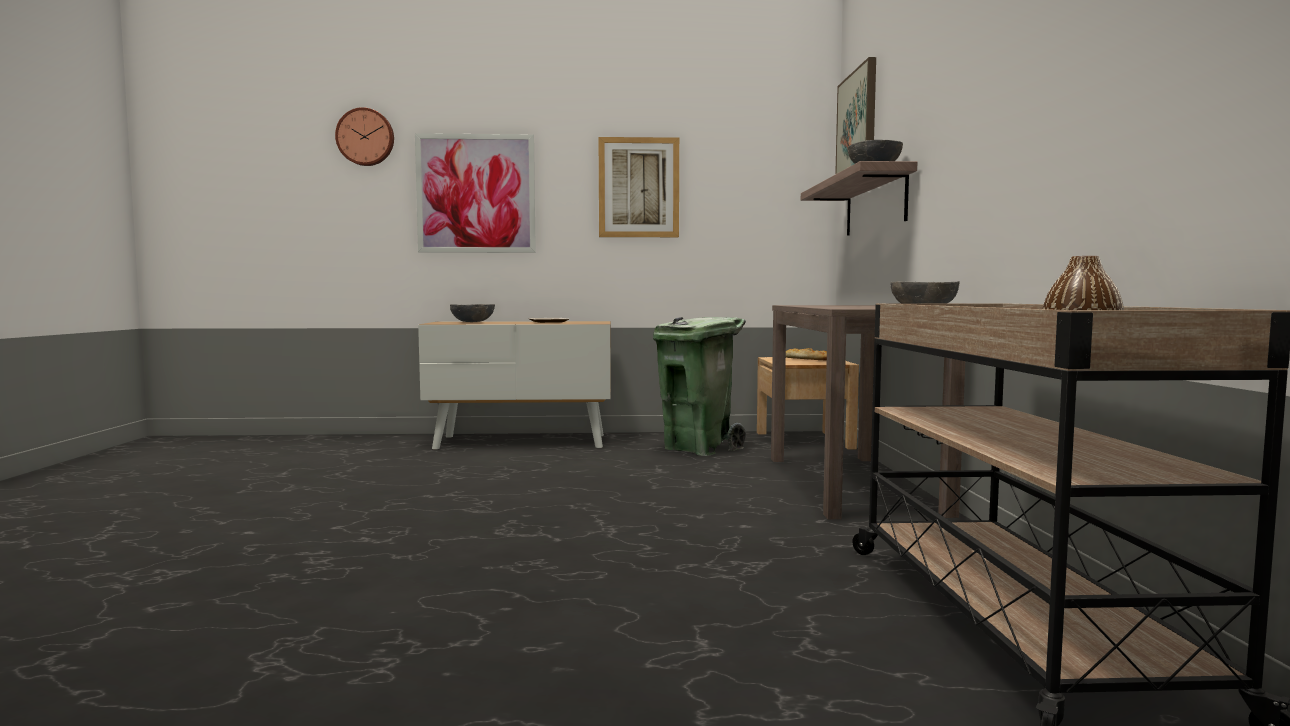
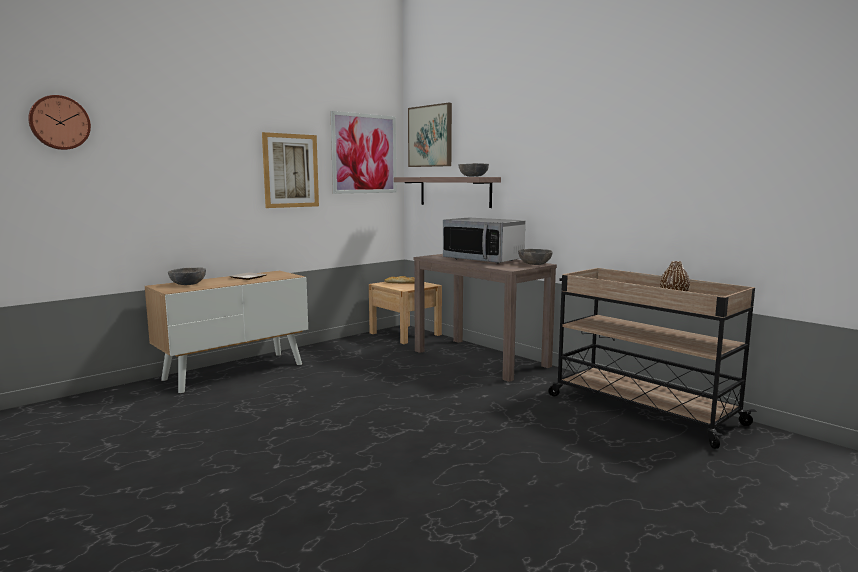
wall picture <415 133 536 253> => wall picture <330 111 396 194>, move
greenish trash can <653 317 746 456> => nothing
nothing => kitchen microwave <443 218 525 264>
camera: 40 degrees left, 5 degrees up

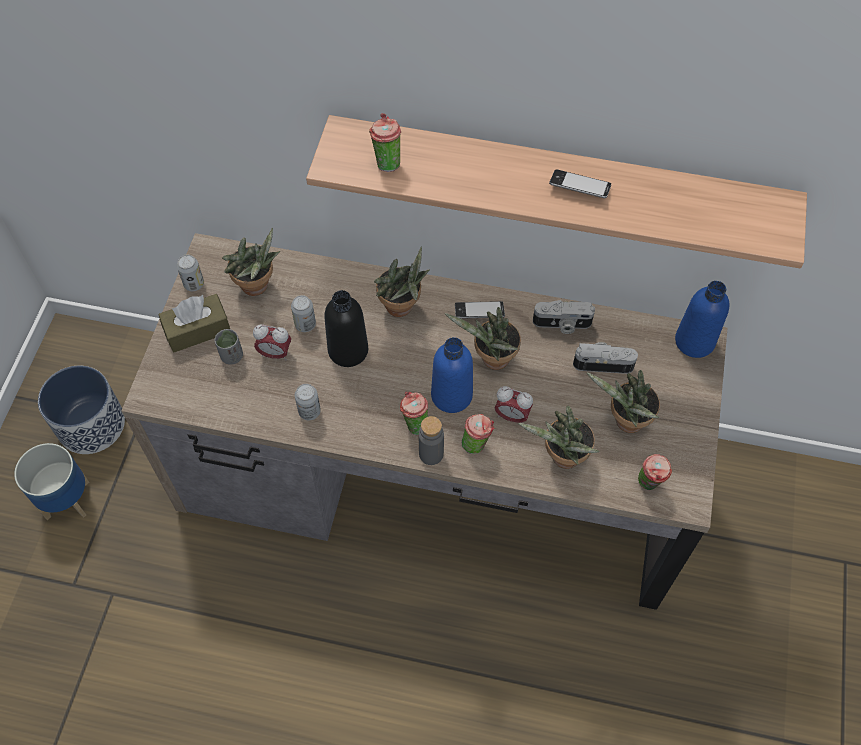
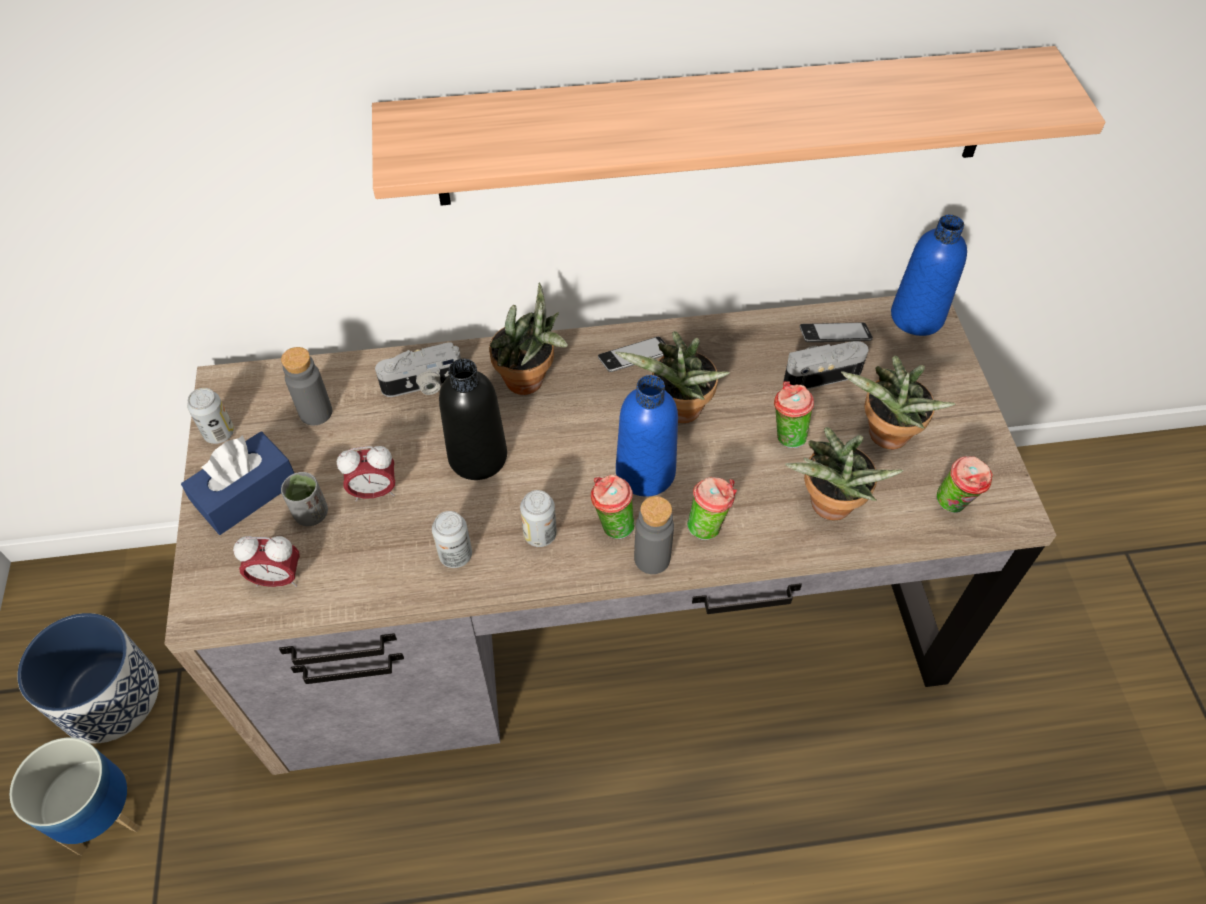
drinking cup <369 113 401 172> => drinking cup <774 381 814 448>, move
handset <549 169 611 198> => handset <800 322 873 342>, move
plant in a pot <222 228 280 296> => grey drink bottle <281 347 332 425>
brown-coloured tissue box <158 294 230 353> => blue-coloured tissue box <181 431 294 535>
metal can <291 295 316 332> => metal can <520 490 557 547>, move
still camera <533 300 595 334> => still camera <375 343 461 397>, move
table clock <494 386 533 423> => table clock <233 536 300 587>, move
camera: 20 degrees left, 5 degrees down

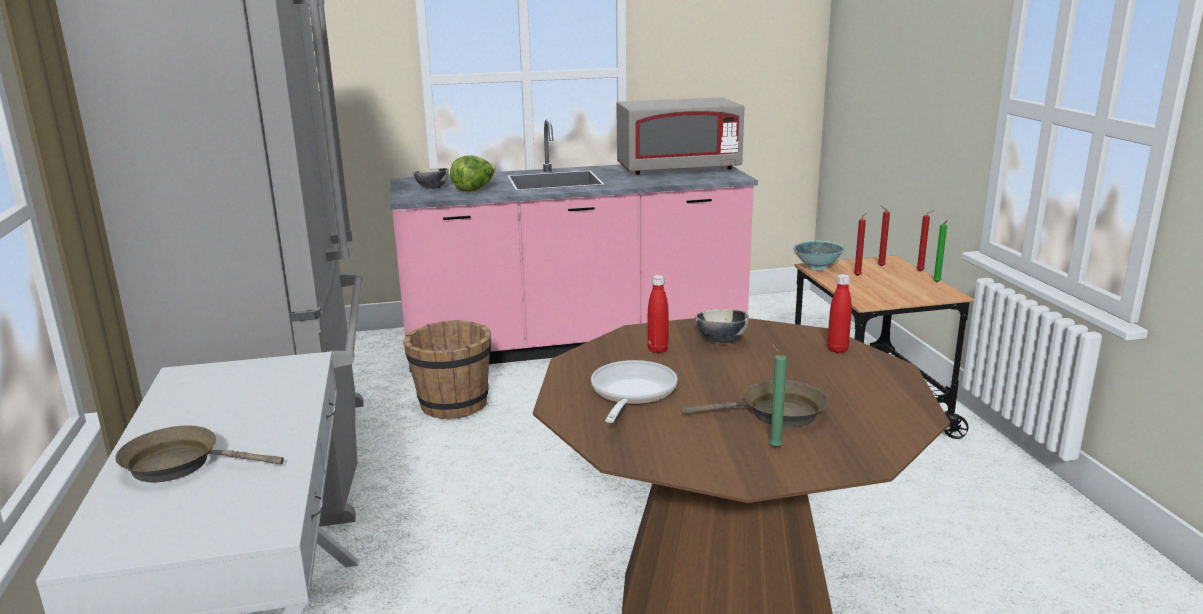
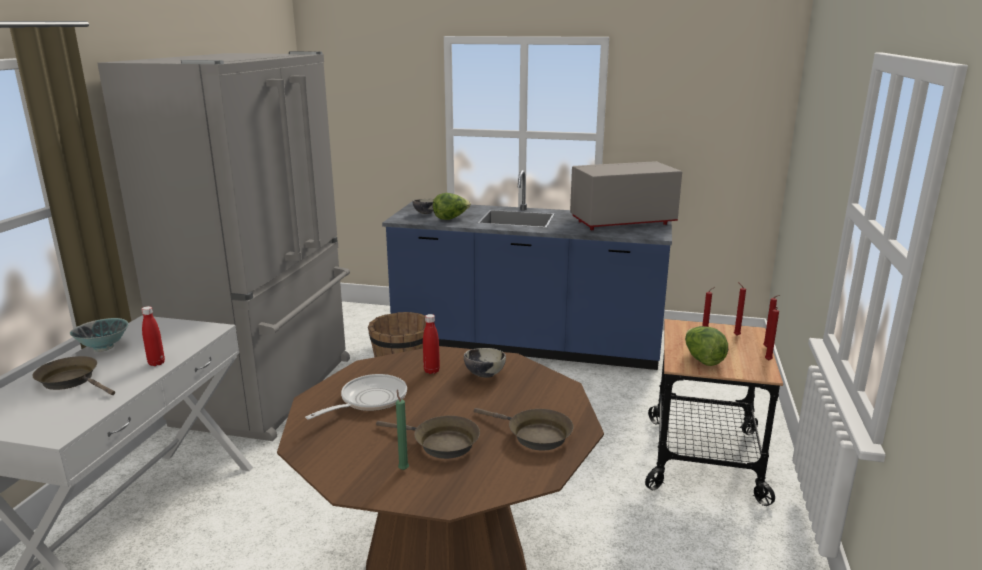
grey kitchen microwave <616 98 745 175> => grey kitchen microwave <570 161 682 230>, 150 degrees clockwise
pink-coloured kitchen base unit <390 119 758 372> => blue-coloured kitchen base unit <382 170 672 370>
greenish wax light <933 220 947 282> => red wax light <765 307 779 361>
bowl <793 241 845 271> => bowl <70 318 129 352>, move
red drink bottle <827 274 852 353> => red drink bottle <141 306 165 366>, move
nothing => head of lettuce <685 326 728 366>
nothing => brown-coloured frying pan <474 408 573 451>
camera: 25 degrees right, 0 degrees up

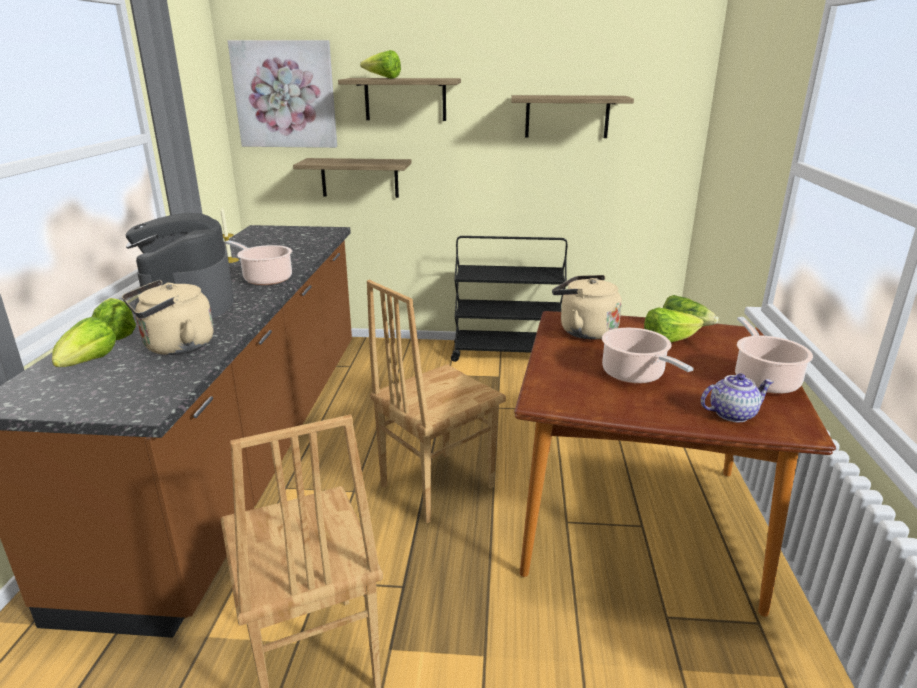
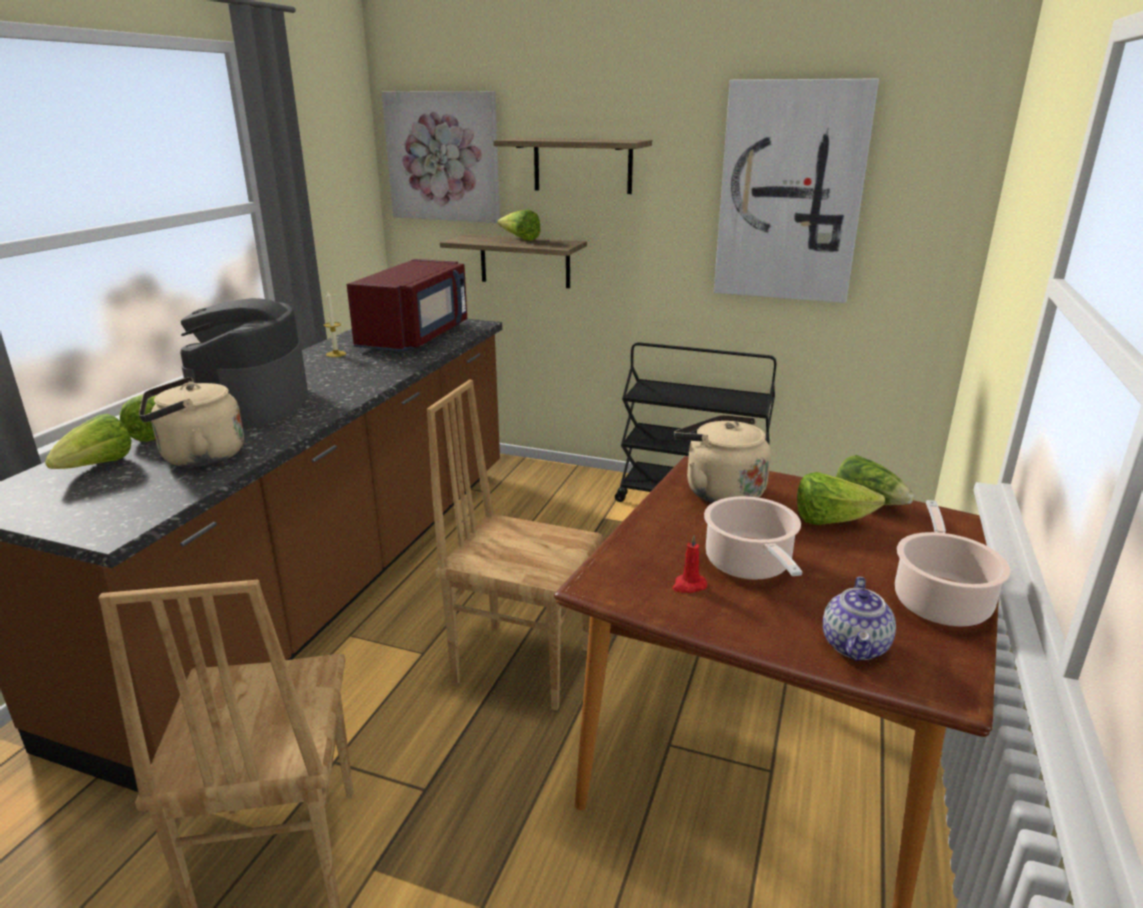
head of lettuce <360 50 401 79> => head of lettuce <497 209 541 241>, move
shelf <511 95 634 138> => wall picture <714 79 879 303>
stockpot <225 240 292 285> => nothing
brown-coloured upright chair <367 280 506 524> => brown-coloured upright chair <427 380 603 710>, 45 degrees clockwise
tea pot <701 373 774 422> => tea pot <823 577 896 661>, 105 degrees clockwise
nothing => red kitchen microwave <347 259 467 351>
nothing => red wax light <672 535 707 593>
camera: 15 degrees right, 0 degrees up

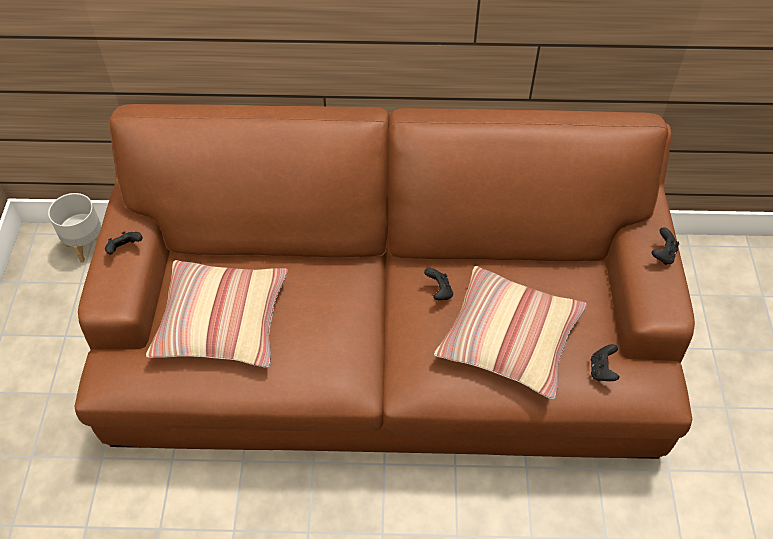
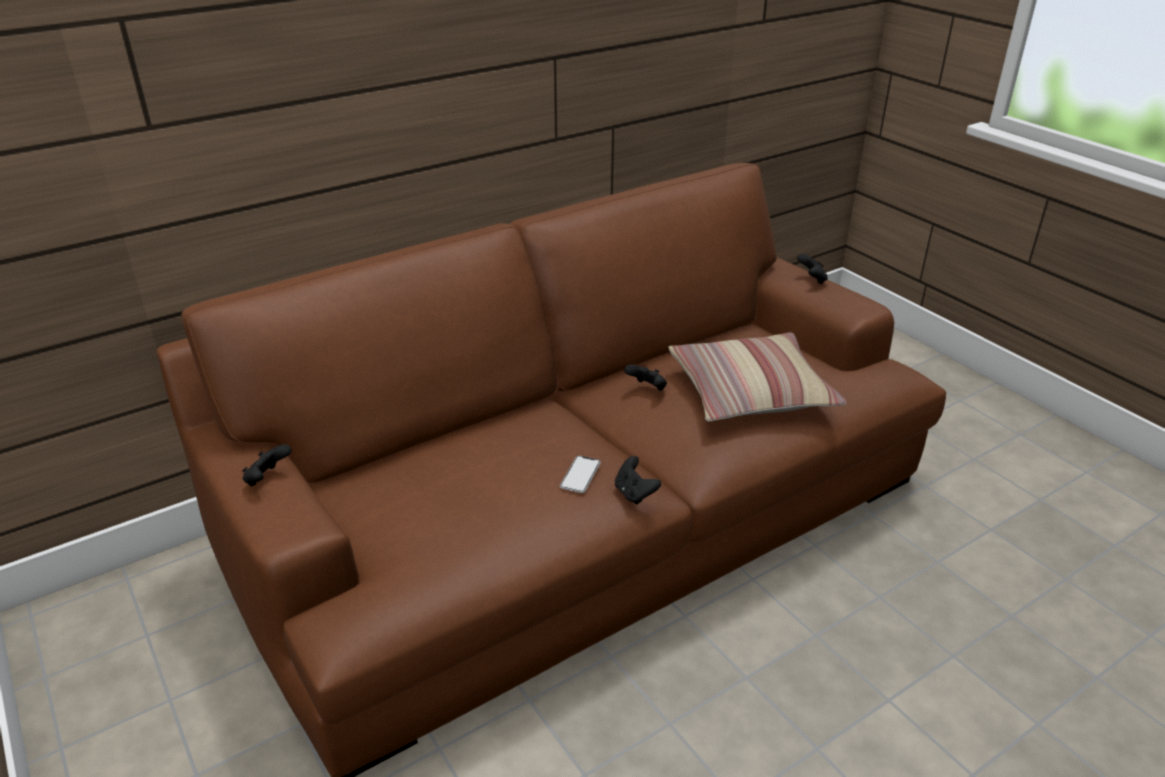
grey plant pot <48 193 101 262> => nothing
throw pillow <146 260 288 368> => nothing
black gamepad <591 344 620 381> => black gamepad <615 456 661 505>, move
nothing => handset <560 456 601 493>
camera: 35 degrees left, 20 degrees down

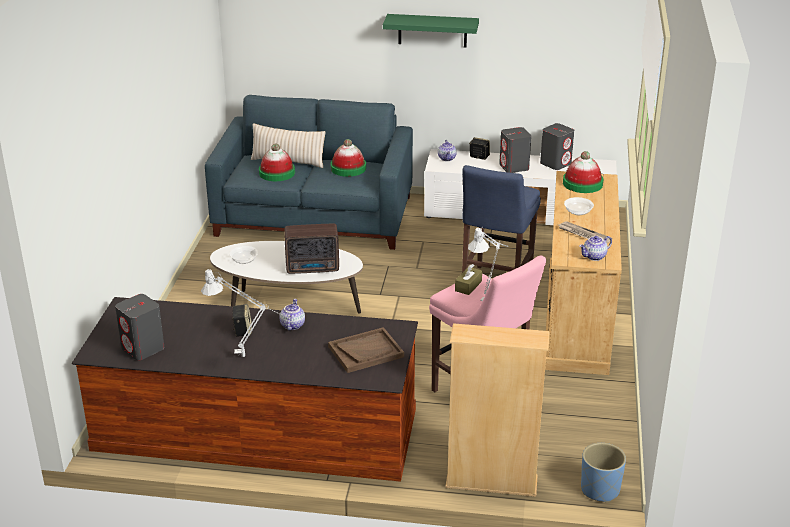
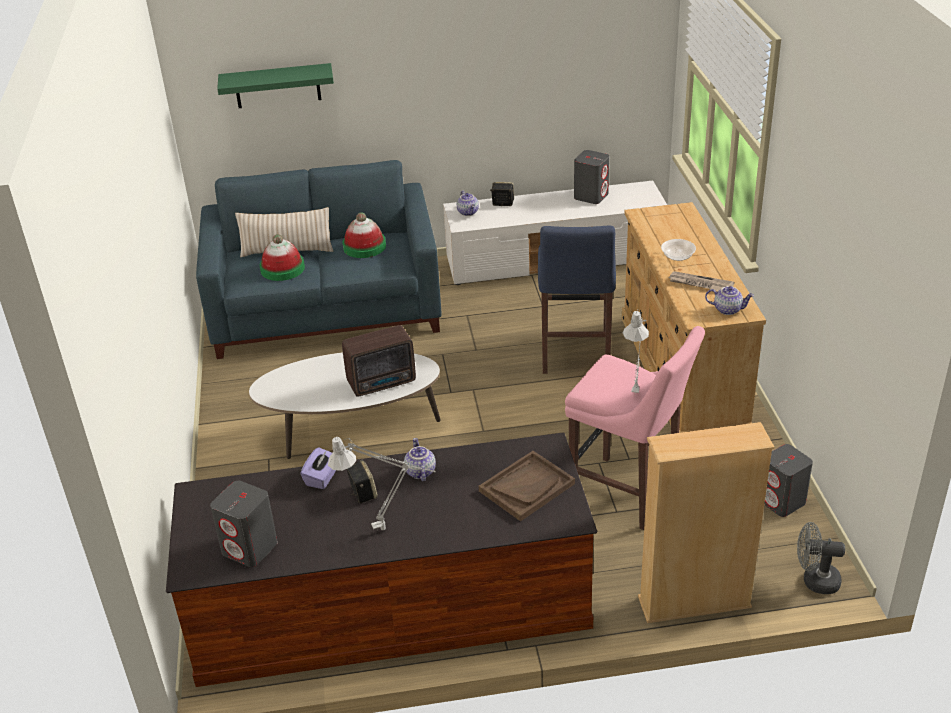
greenish shelf <383 14 479 48> => greenish shelf <217 63 334 108>, move
grey loudspeaker <499 127 531 173> => grey loudspeaker <764 444 813 517>, move
hat <563 151 603 193> => nothing
tea pot <579 236 612 261> => tea pot <705 286 754 315>, 120 degrees counterclockwise
bowl <229 246 258 264> => nothing
brown-coloured tissue box <455 264 482 295> => nothing
blue-coloured plant pot <581 443 626 502> => grey fan <797 522 845 594>
nothing => purple-coloured tissue box <301 447 336 489>
camera: 15 degrees left, 5 degrees up

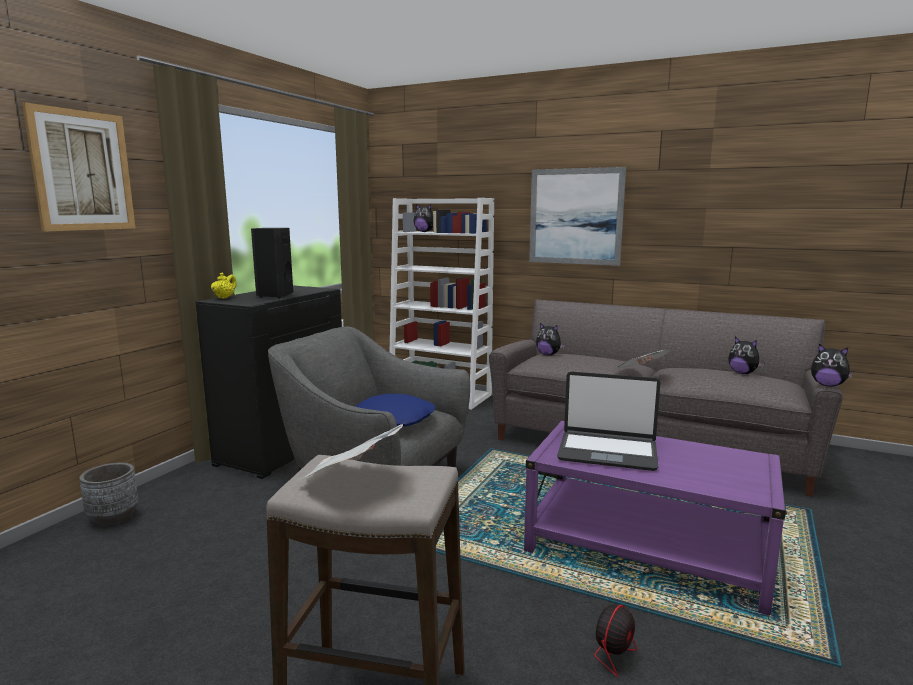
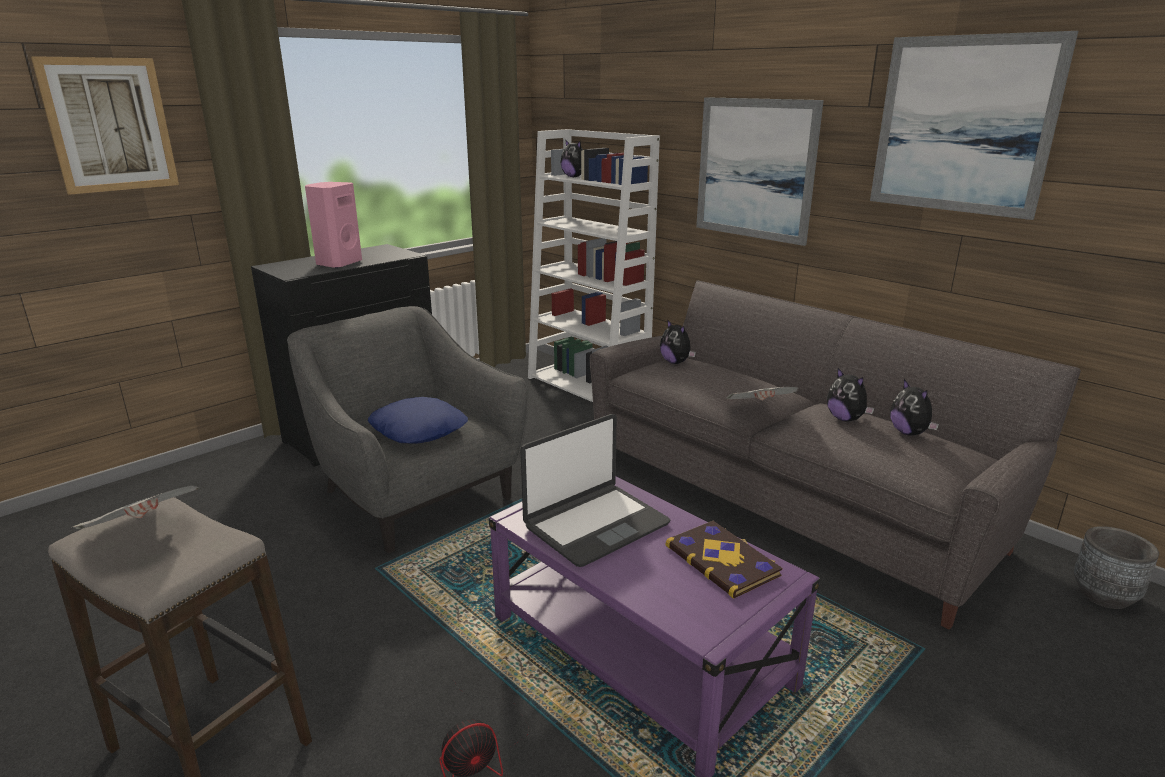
black loudspeaker <251 228 293 298> => pink-coloured loudspeaker <305 182 362 268>
yellow-coloured tea pot <211 273 236 299> => nothing
plush toy <811 344 854 387> => plush toy <827 368 874 422>, move
laptop <557 371 661 471> => laptop <520 414 670 567>, 75 degrees counterclockwise
grey plant pot <79 462 138 526> => grey plant pot <1073 526 1159 609>, move
nothing => wall picture <870 31 1078 220>
nothing => bound book <666 521 782 598>
camera: 20 degrees right, 10 degrees up

